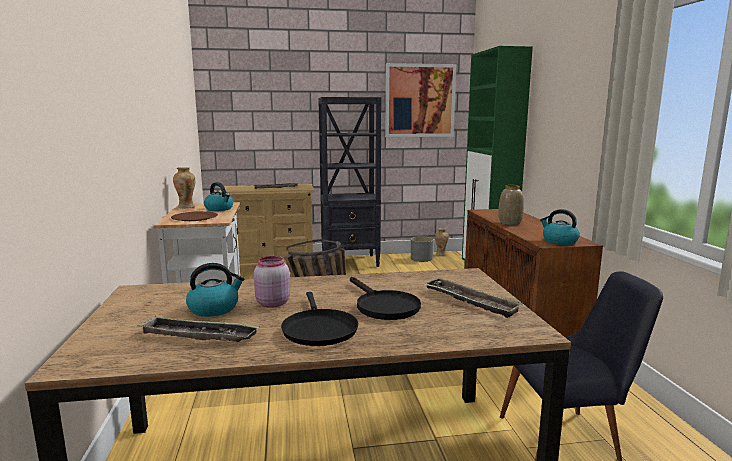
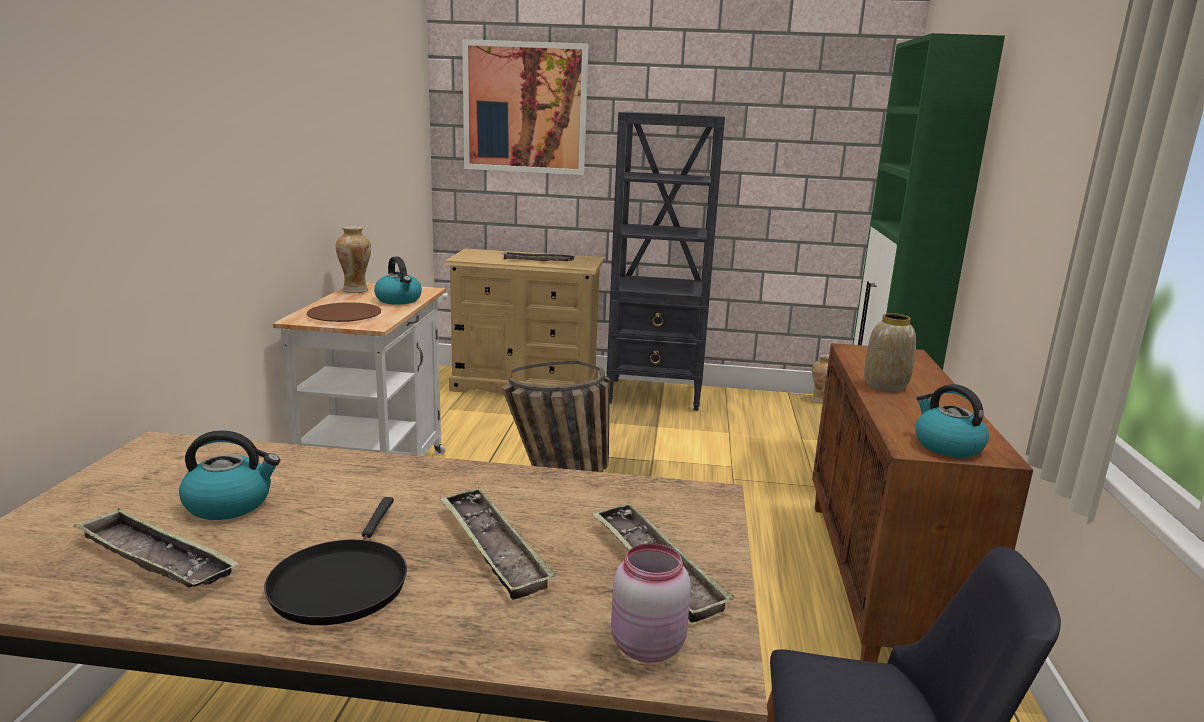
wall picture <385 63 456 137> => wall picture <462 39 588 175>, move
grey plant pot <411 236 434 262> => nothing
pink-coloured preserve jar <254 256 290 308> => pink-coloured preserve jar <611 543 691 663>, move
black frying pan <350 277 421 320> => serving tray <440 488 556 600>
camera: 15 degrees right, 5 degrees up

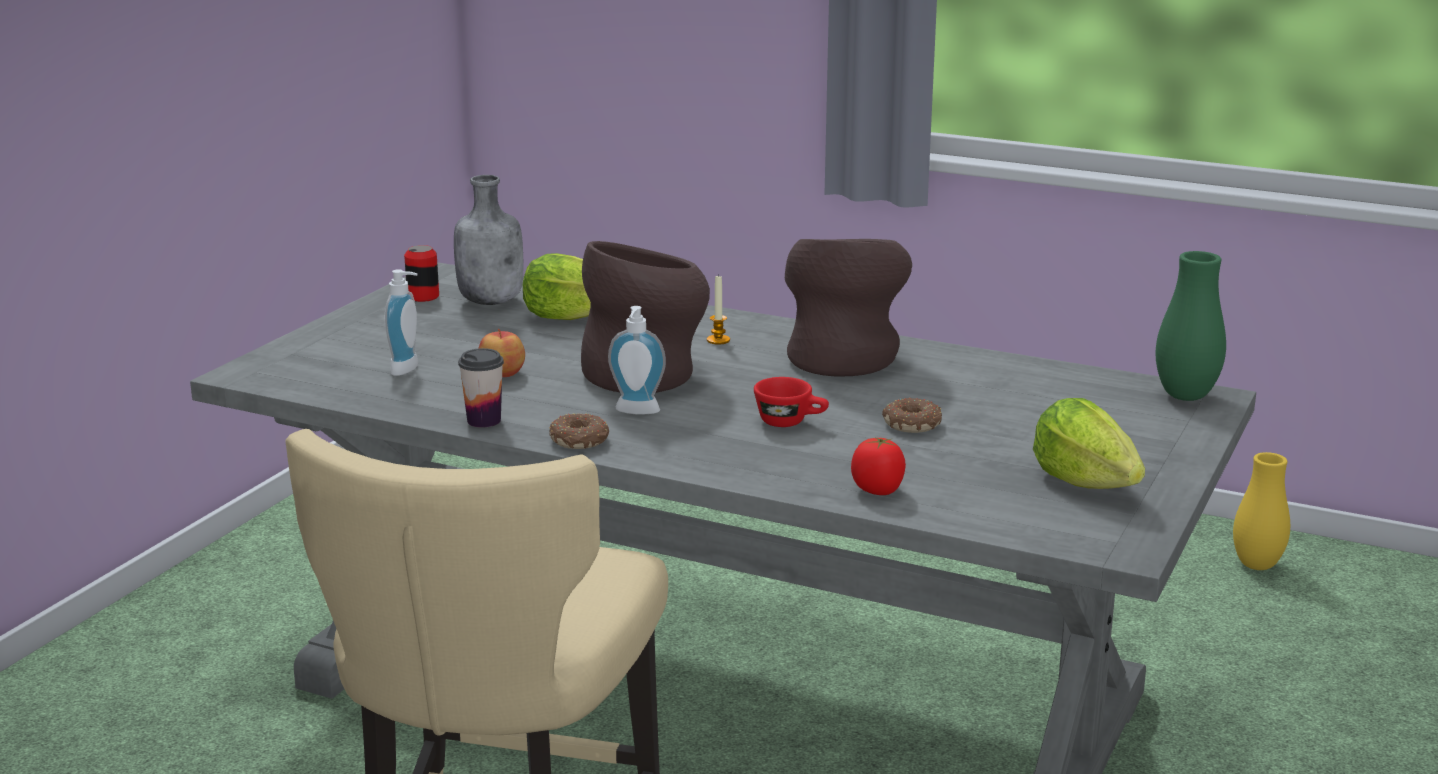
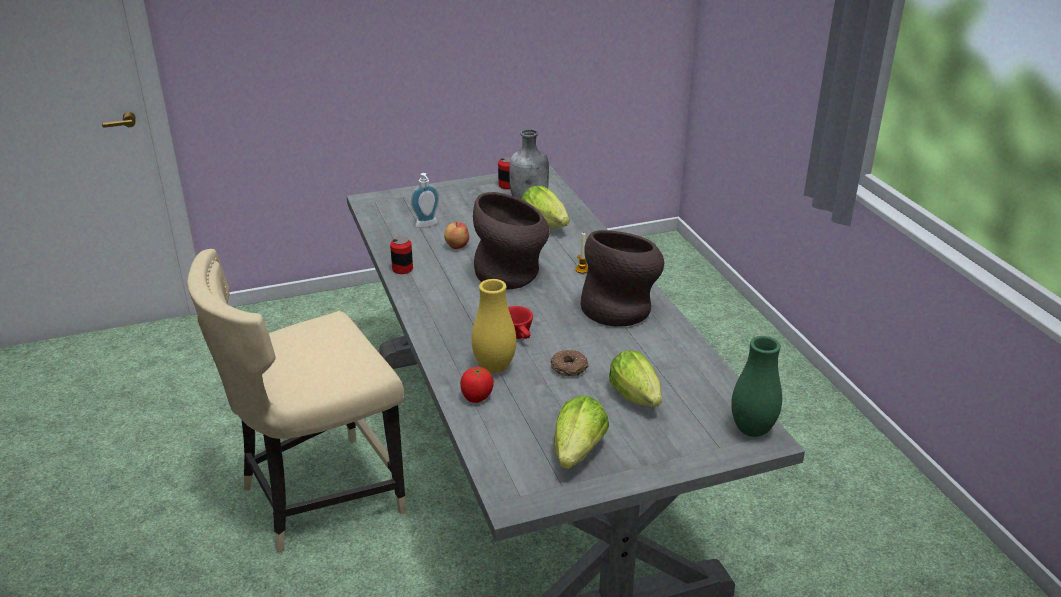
soap dispenser <608 306 666 414> => nothing
drinking cup <458 348 504 428> => metal can <390 237 413 274>
doughnut <549 413 609 449> => nothing
yellow-coloured decorative vase <1233 452 1290 570> => yellow-coloured decorative vase <472 279 516 373>, move
nothing => head of lettuce <609 350 662 407>
camera: 45 degrees right, 10 degrees up

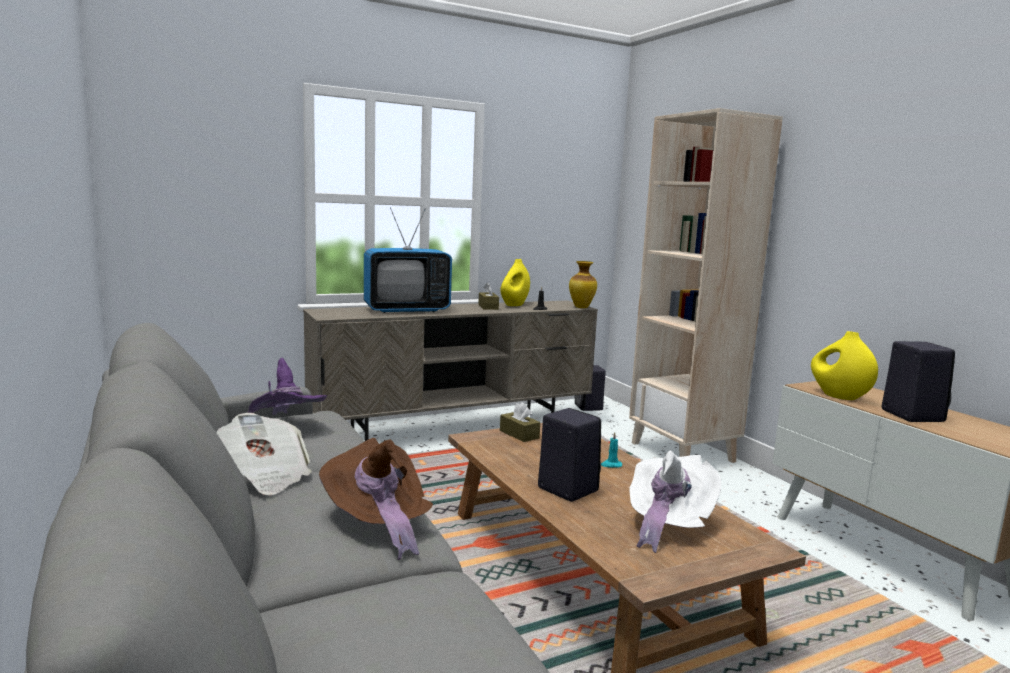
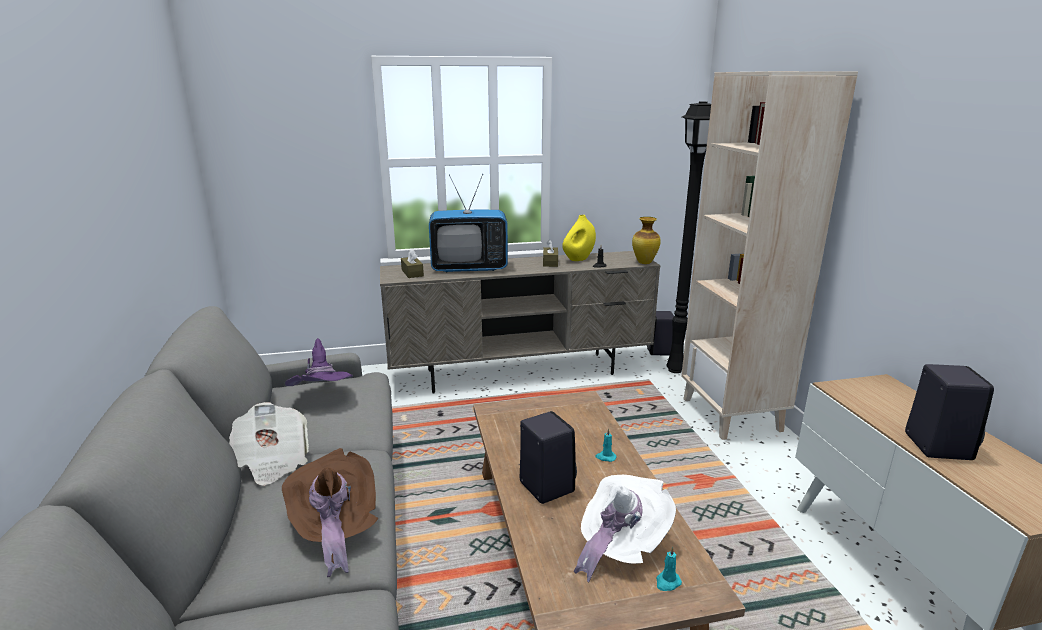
yellow-coloured decorative vase <811 331 878 400> => nothing
brown-coloured tissue box <500 402 540 442> => brown-coloured tissue box <401 249 424 278>, move
nothing => black standing lamp <666 102 711 373>
nothing => turquoise-coloured wax light <656 547 682 591>
camera: 15 degrees right, 10 degrees up

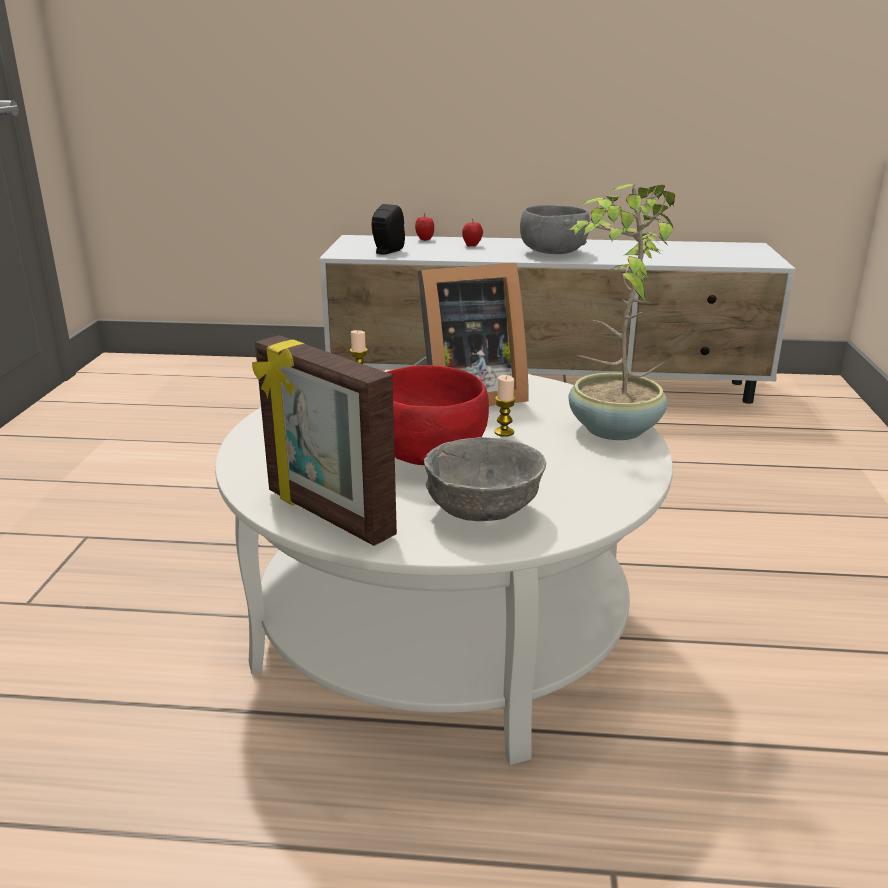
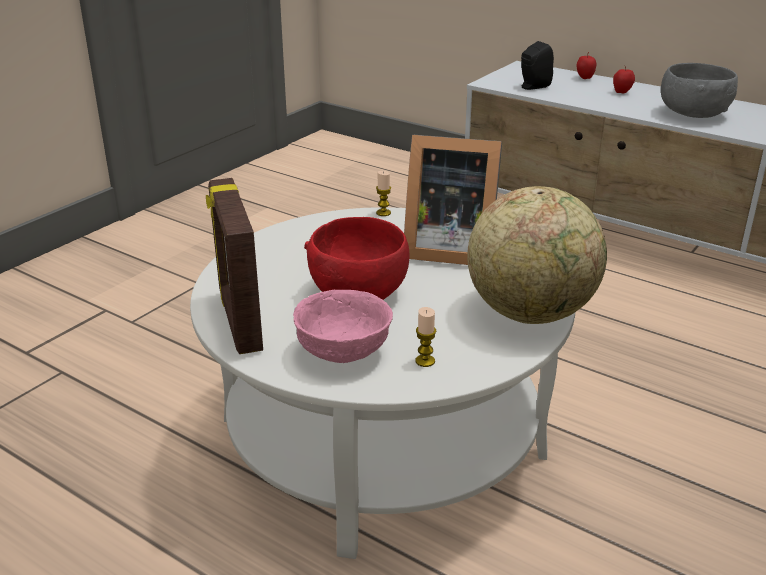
plant in a pot <568 184 675 440> => world globe <467 186 607 324>
wax light <494 375 516 437> => wax light <415 307 436 367>, move
grey bowl <424 437 546 521> => pink-coloured bowl <293 290 393 363>
camera: 30 degrees right, 5 degrees up

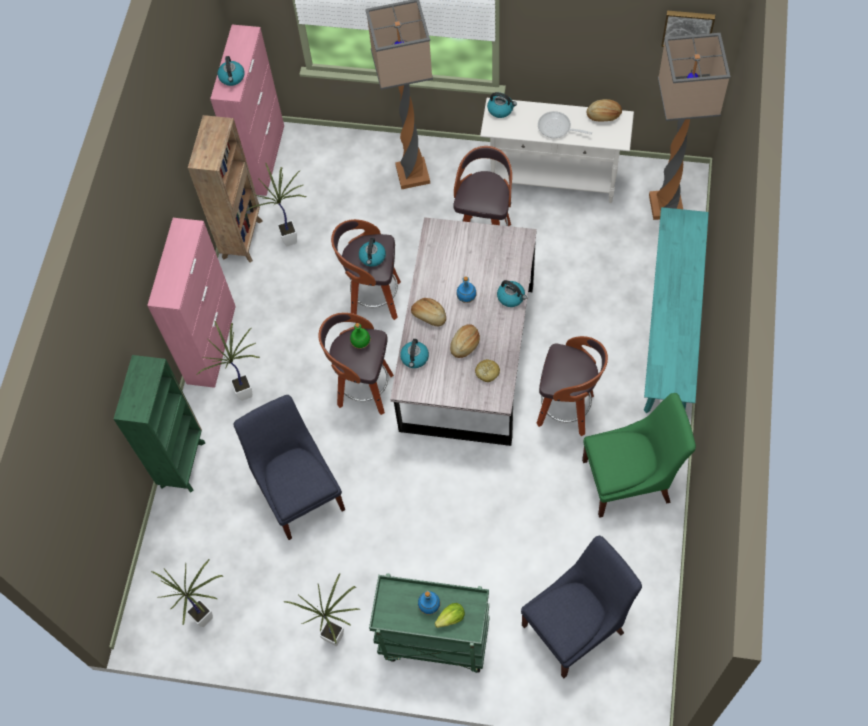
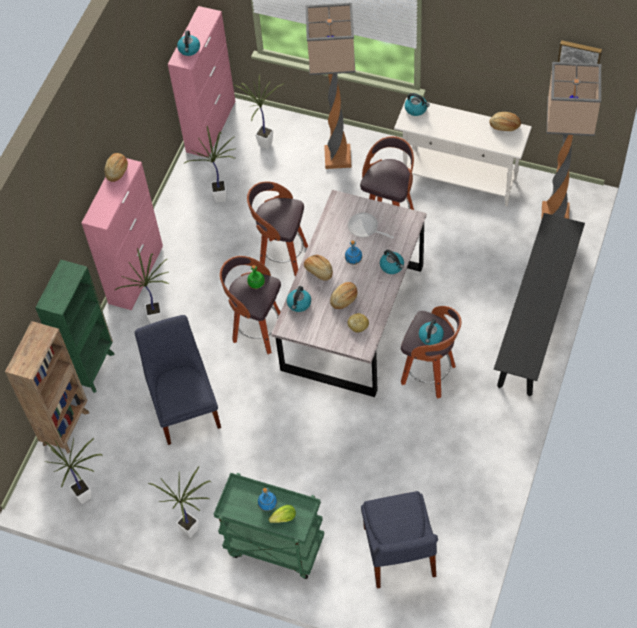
frying pan <538 111 592 138> => frying pan <348 213 394 239>, move
brown-coloured bookcase <188 115 263 262> => brown-coloured bookcase <5 321 89 453>, move
turquoise-coloured long seat <644 207 709 413> => black long seat <494 213 585 397>
tea kettle <359 238 386 267> => tea kettle <419 319 444 345>, move
greenish upright chair <582 393 696 518> => nothing
blue-coloured upright chair <521 535 642 679> => blue-coloured upright chair <361 491 438 589>, 105 degrees clockwise
nothing => plant in a pot <234 74 285 149>
nothing => baked bread <104 153 128 182>
camera: 10 degrees right, 5 degrees down

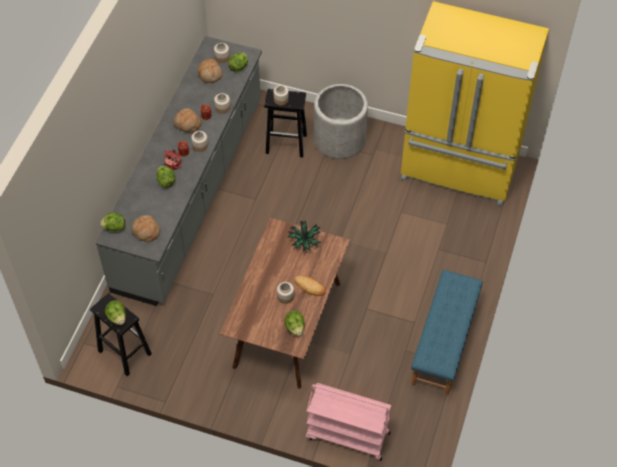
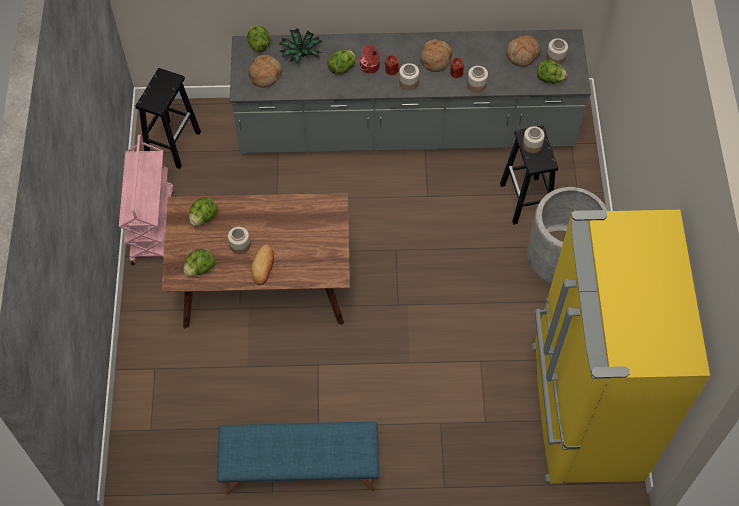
plant in a pot <288 221 321 252> => plant in a pot <279 28 323 64>, move
head of lettuce <105 300 126 325> => head of lettuce <189 197 218 226>, move
pink-coloured wheeled cart <306 383 391 461> => pink-coloured wheeled cart <119 135 174 265>, move
camera: 70 degrees right, 5 degrees up

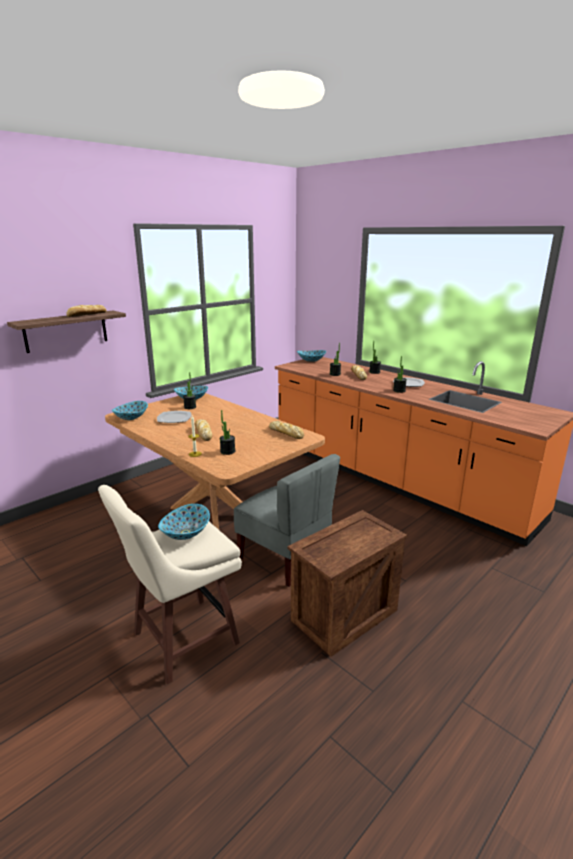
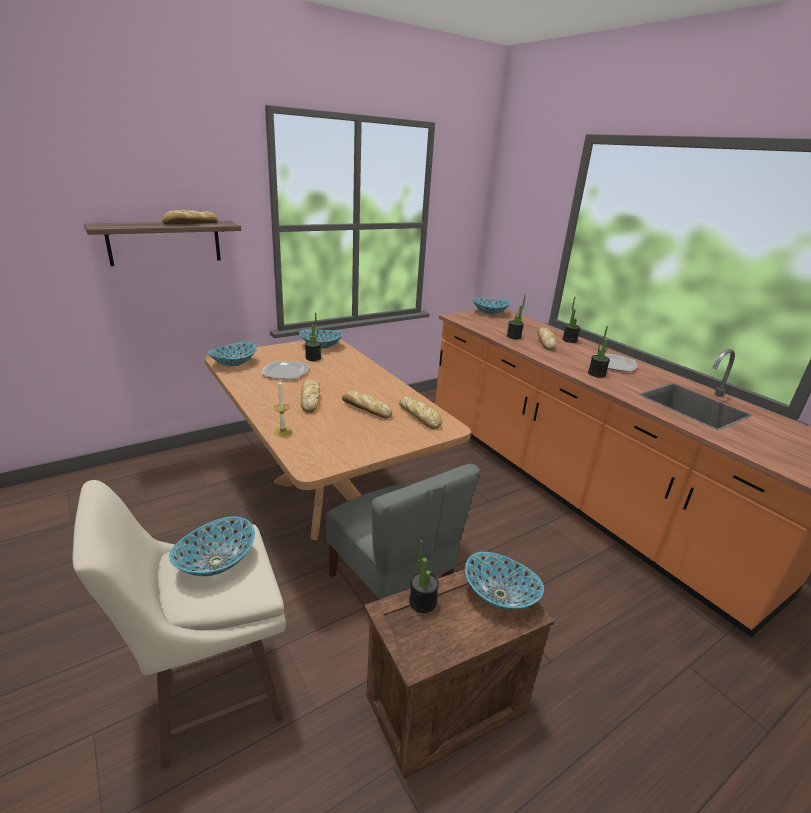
plant in a pot <220 410 235 455> => plant in a pot <409 540 439 613>, move
nothing => baked bread <342 391 392 419>
nothing => bowl <465 552 544 610>
camera: 10 degrees right, 5 degrees up

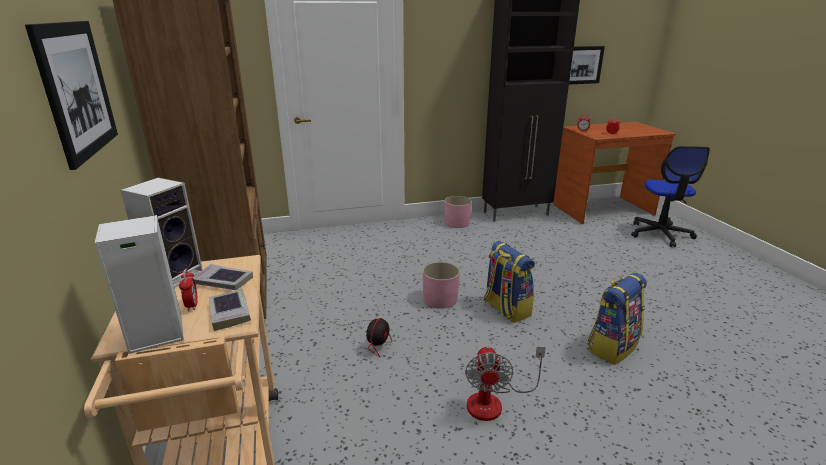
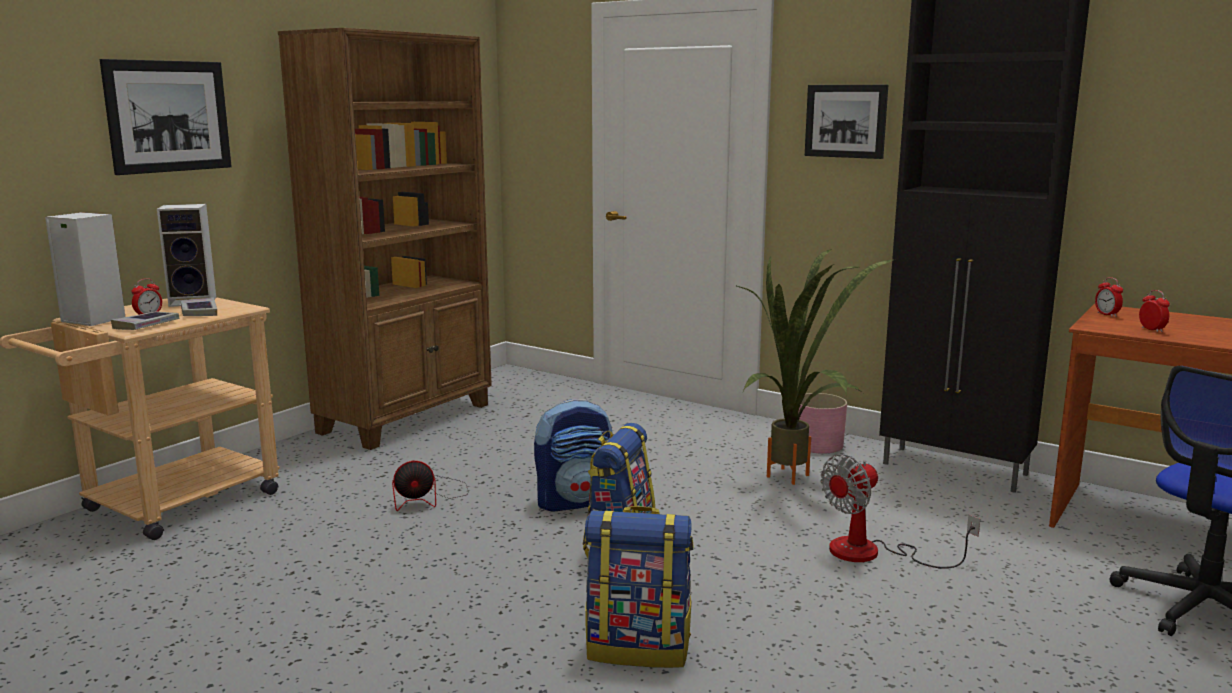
wall picture <569 46 605 84> => wall picture <805 85 888 159>, move
pink-coloured plant pot <423 262 460 309> => rucksack <534 399 613 512>
fan <465 347 546 421> => fan <820 454 980 568>, move
nothing => plant in a pot <735 249 896 485>
camera: 50 degrees right, 10 degrees down

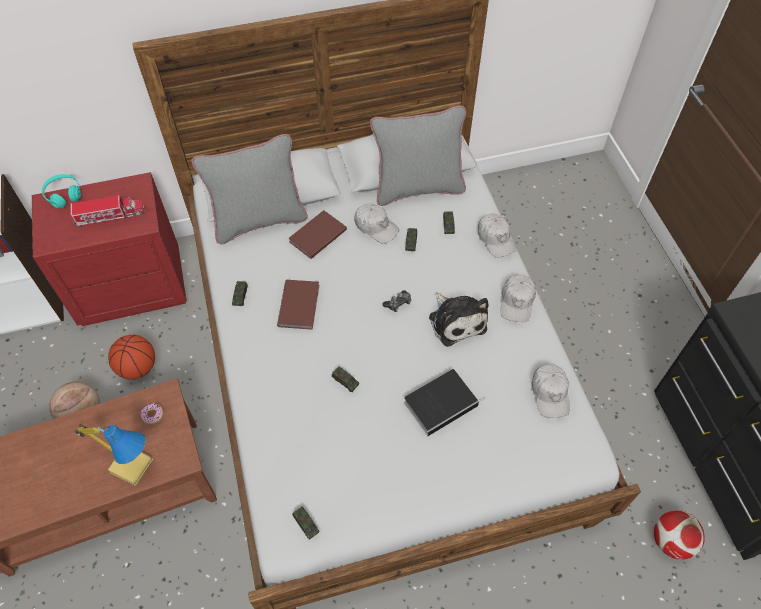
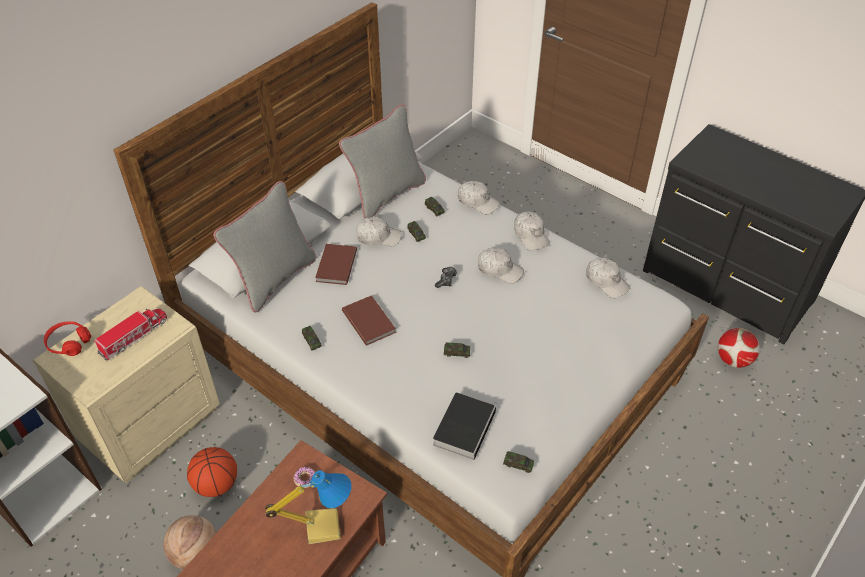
red bedside table <32 172 187 326> => beige-coloured bedside table <33 286 220 483>
turquoise-coloured headphones <42 174 81 208> => red headphones <44 321 91 356>
plush toy <429 293 489 347> => white-coloured baseball cap <478 247 524 284>
bound book <404 369 485 436> => bound book <433 393 497 460>, move
camera: 35 degrees left, 10 degrees down

